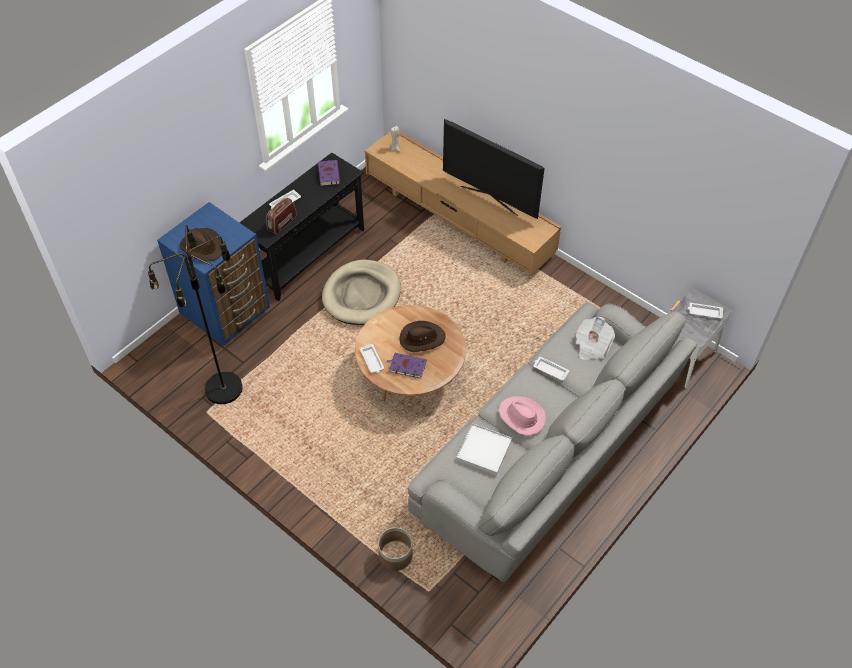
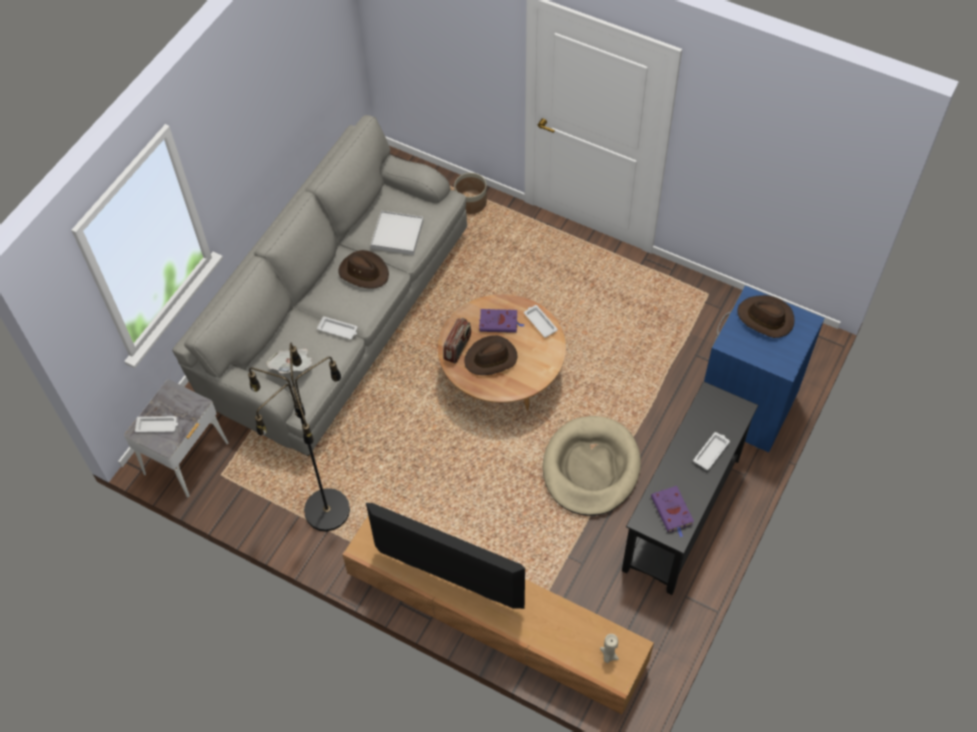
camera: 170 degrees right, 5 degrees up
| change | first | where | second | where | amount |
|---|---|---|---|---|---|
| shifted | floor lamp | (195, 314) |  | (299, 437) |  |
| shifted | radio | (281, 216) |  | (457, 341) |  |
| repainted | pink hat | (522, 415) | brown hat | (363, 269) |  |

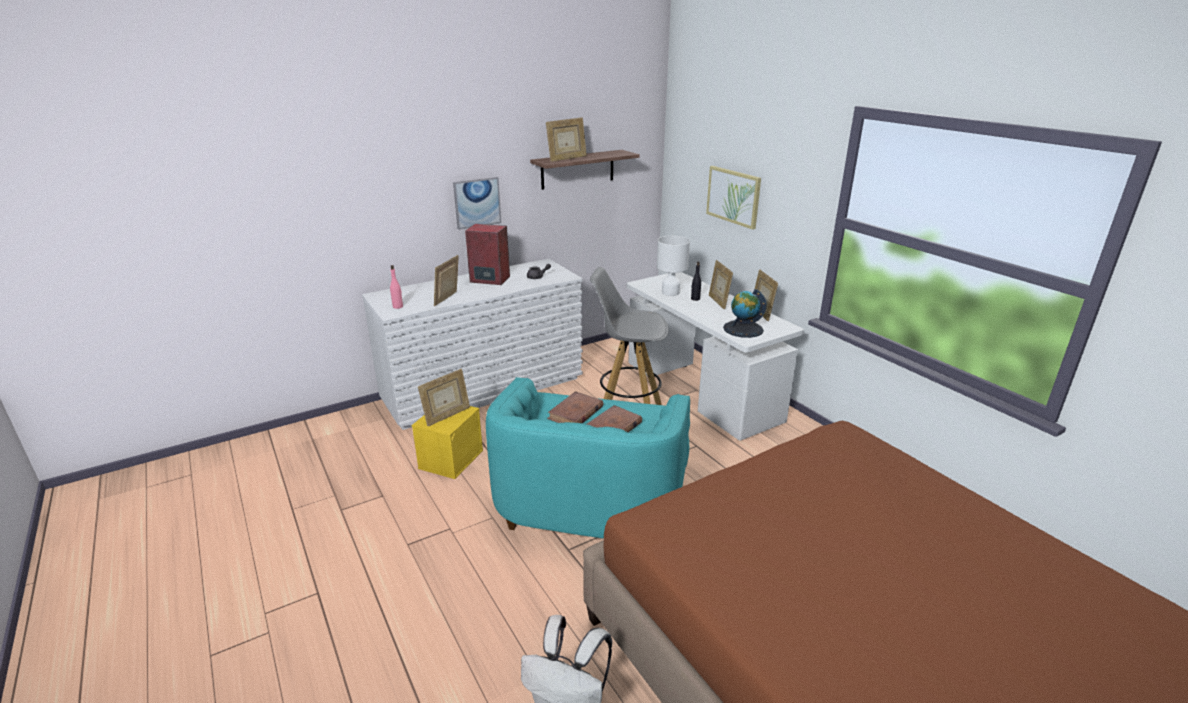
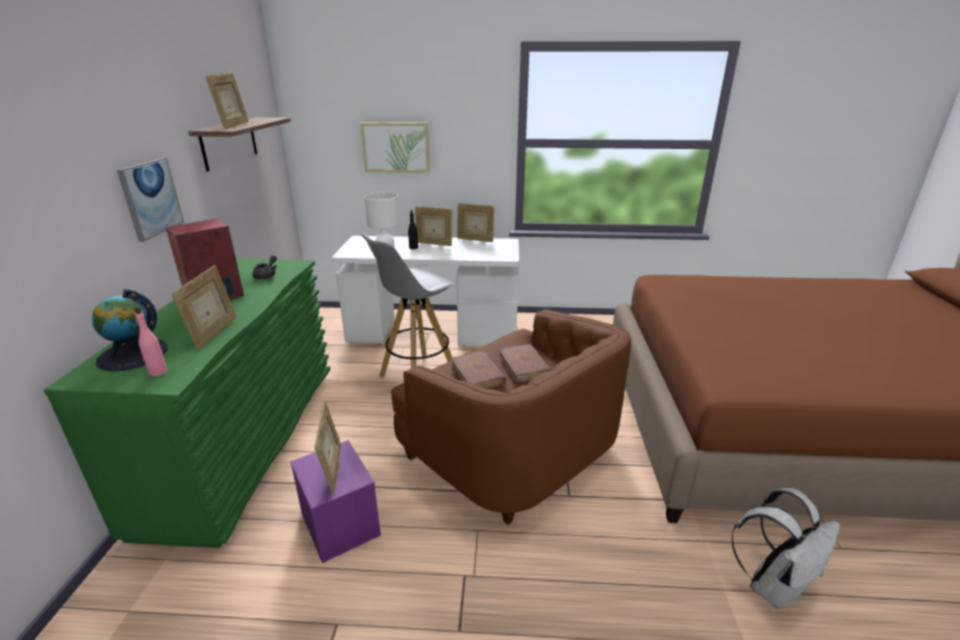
camera: 55 degrees left, 0 degrees up
| change | first | where | second | where | amount |
|---|---|---|---|---|---|
| repainted | white dresser | (472, 344) | green dresser | (187, 403) |  |
| repainted | yellow storage box | (447, 442) | purple storage box | (335, 501) |  |
| rotated | picture frame | (446, 280) |  | (204, 307) | 135 degrees counterclockwise |
| repainted | turquoise armchair | (588, 458) | brown armchair | (511, 417) |  |
| shifted | globe | (745, 313) |  | (130, 330) |  |

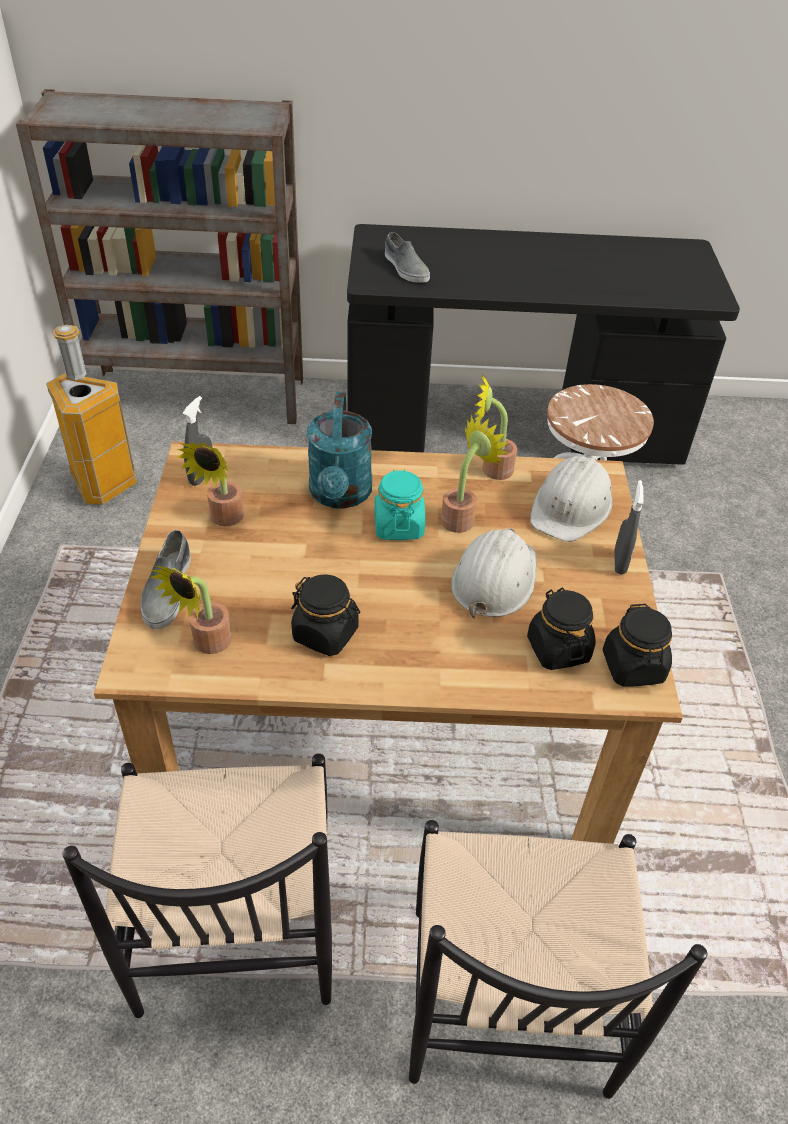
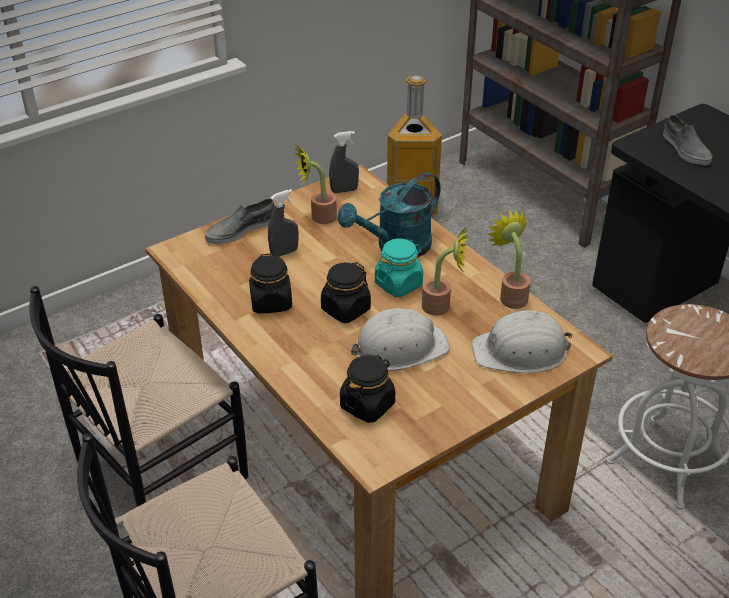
camera: 55 degrees right, 5 degrees down
| change | first | where | second | where | amount |
|---|---|---|---|---|---|
| gone | potted plant | (191, 610) |  |  |  |
| rotated | grey shoe | (407, 257) |  | (687, 140) | 45 degrees counterclockwise |
| shifted | black jar | (637, 645) |  | (346, 292) |  |
| shifted | grey spray bottle | (629, 527) |  | (283, 223) |  |

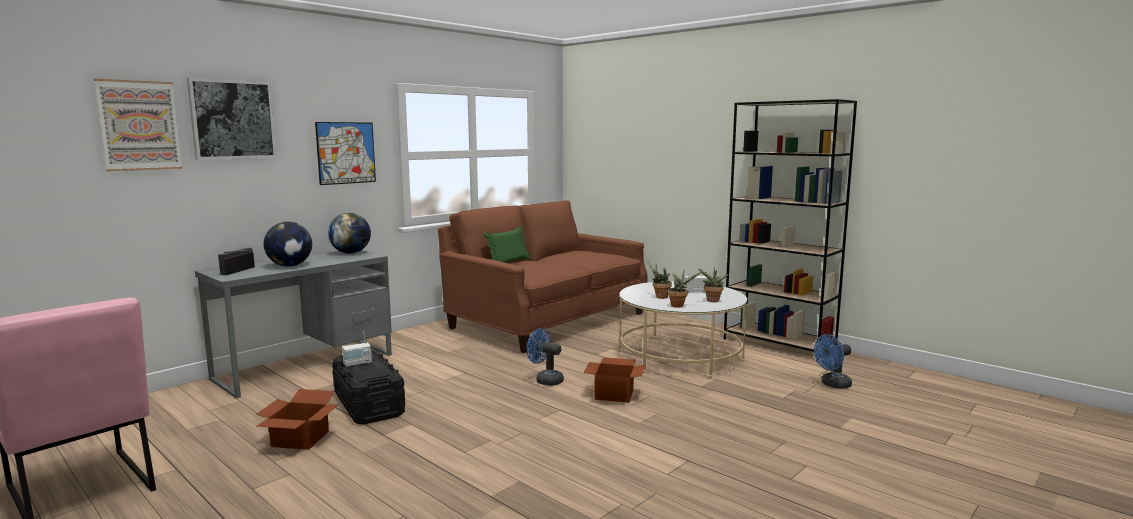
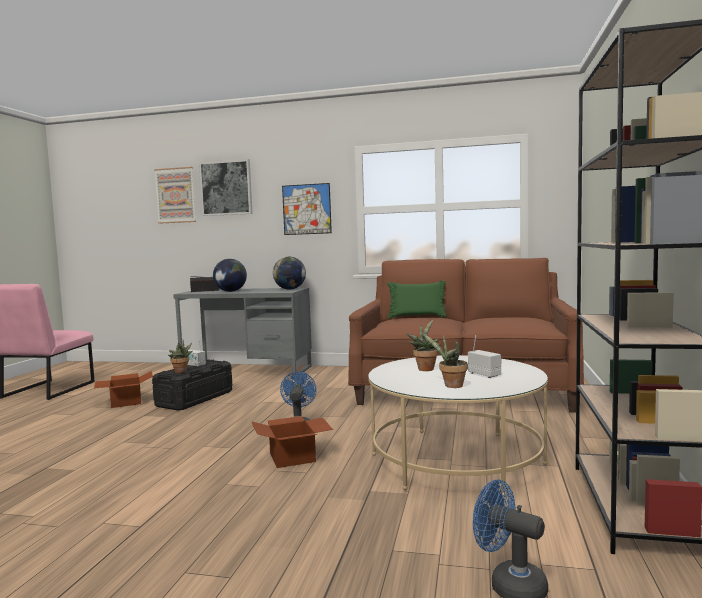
camera: 60 degrees right, 5 degrees down
| change | first | where | second | where | amount |
|---|---|---|---|---|---|
| shifted | potted plant | (685, 289) |  | (180, 356) |  |

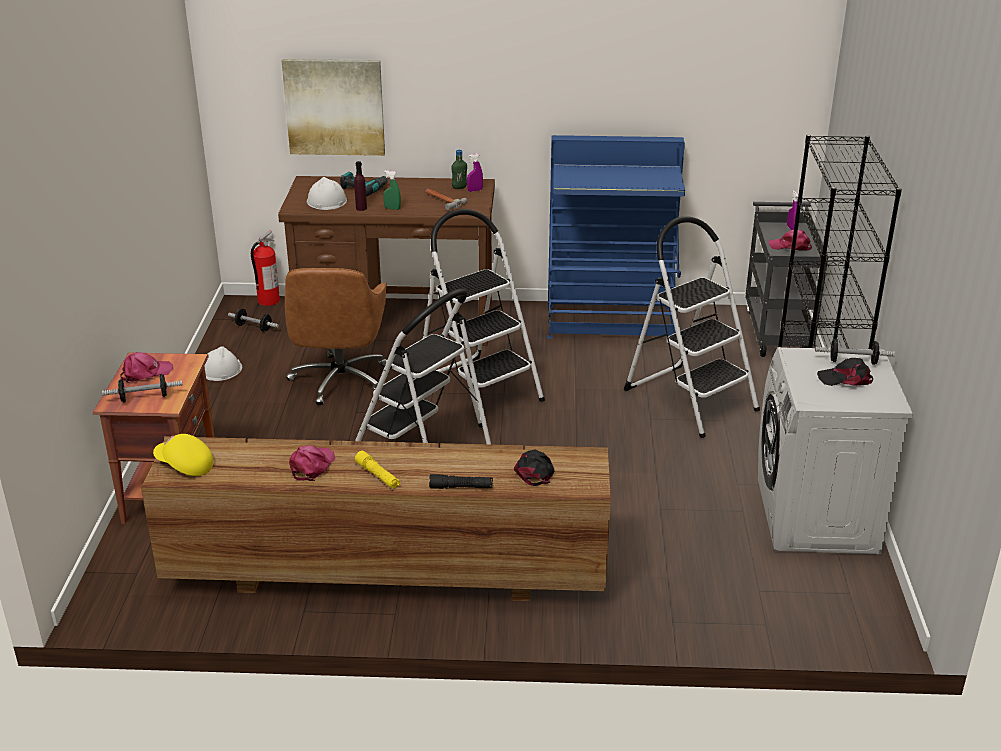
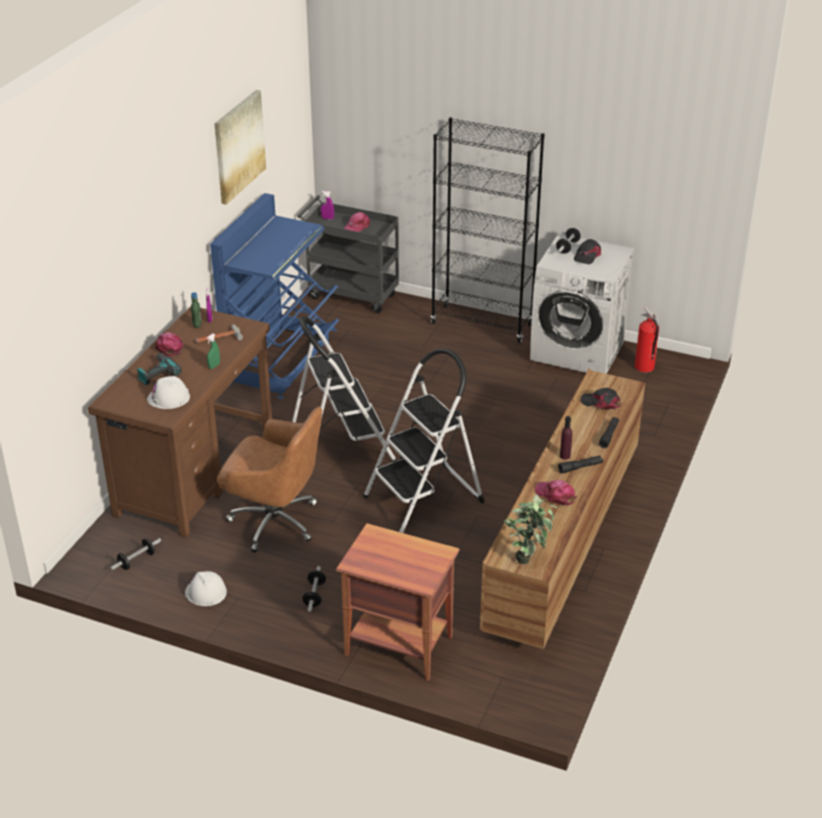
camera: 70 degrees left, 5 degrees up
| change | first | where | second | where | amount |
|---|---|---|---|---|---|
| shifted | dumbbell | (142, 388) |  | (314, 589) |  |
| shifted | pink cap | (147, 367) |  | (169, 344) |  |
| swapped | yellow cap | (183, 455) | potted plant | (531, 529) |  |
| shifted | fire extinguisher | (265, 268) |  | (647, 339) |  |
| shifted | picture | (333, 107) |  | (240, 147) |  |
| shifted | purple bottle | (360, 186) |  | (566, 438) |  |
| repainted | yellow flashlight | (377, 470) | black flashlight | (580, 464) |  |
| gone | step ladder | (692, 327) |  |  |  |

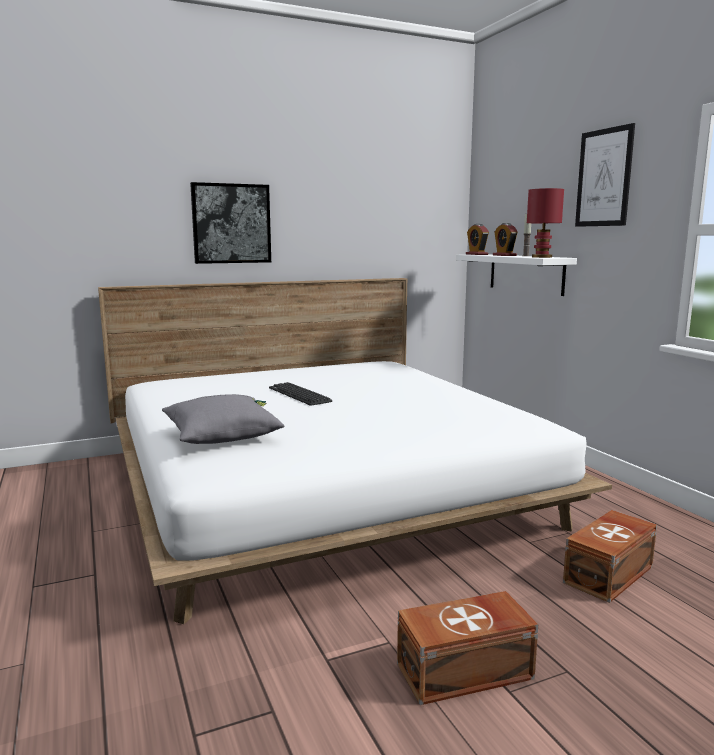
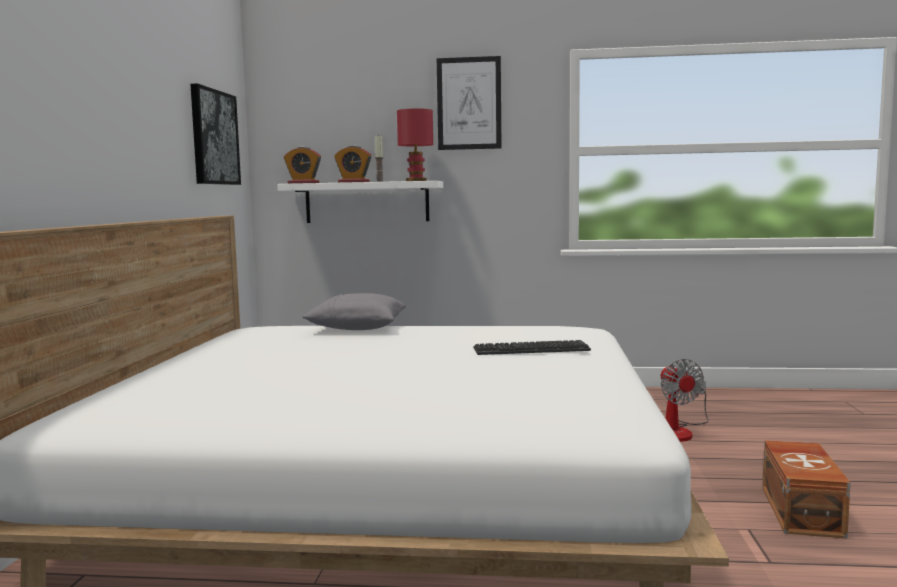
camera: 60 degrees left, 5 degrees down
| change | first | where | second | where | amount |
|---|---|---|---|---|---|
| shifted | grey pillow | (223, 419) |  | (354, 311) |  |
| shifted | picture | (230, 223) |  | (215, 134) |  |
| shifted | keyboard | (300, 394) |  | (532, 347) |  |
| swapped | brown storage box | (610, 556) | fan | (685, 400) |  |

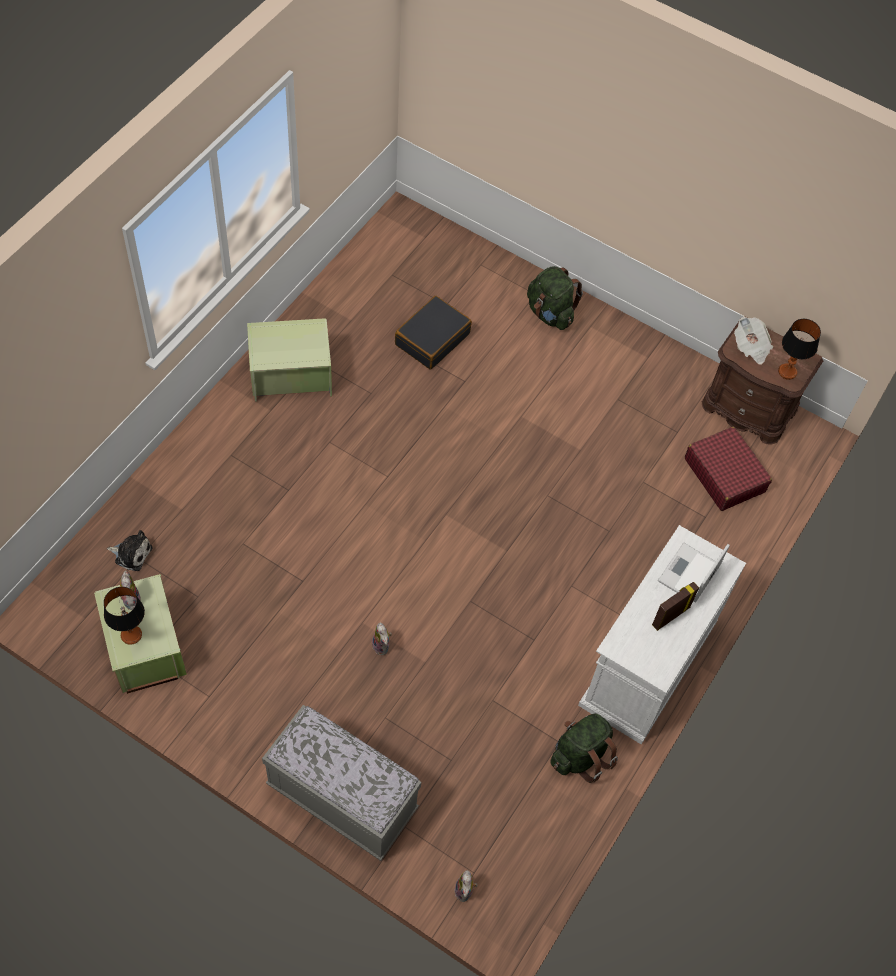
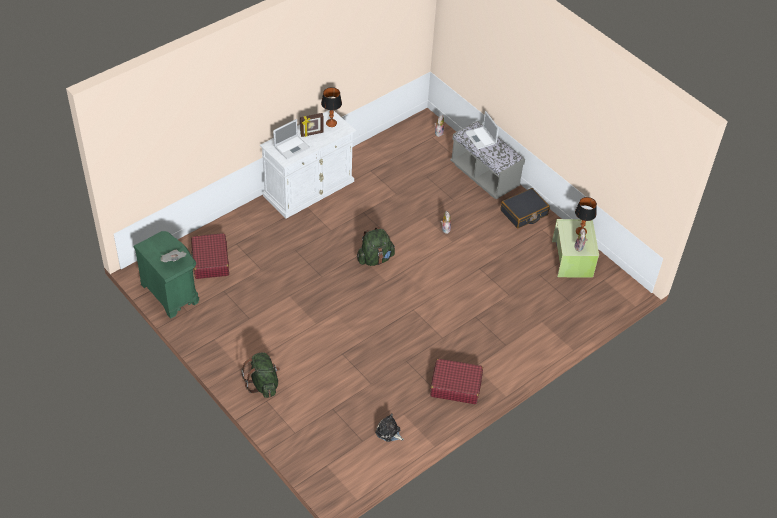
camera: 160 degrees left, 10 degrees down
| change | first | where | second | where | amount |
|---|---|---|---|---|---|
| shifted | plush toy | (129, 550) |  | (389, 428) |  |
| swapped | green storage box | (289, 360) | red suitcase | (456, 381) |  |
| shifted | black suitcase | (433, 333) |  | (525, 208) |  |
| shifted | green backpack | (584, 748) |  | (376, 246) |  |
| repainted | brown nightstand | (762, 380) | green nightstand | (166, 275) |  |
| shifted | table lamp | (799, 349) |  | (331, 107) |  |
| new |  |  | laptop | (482, 130) |  |

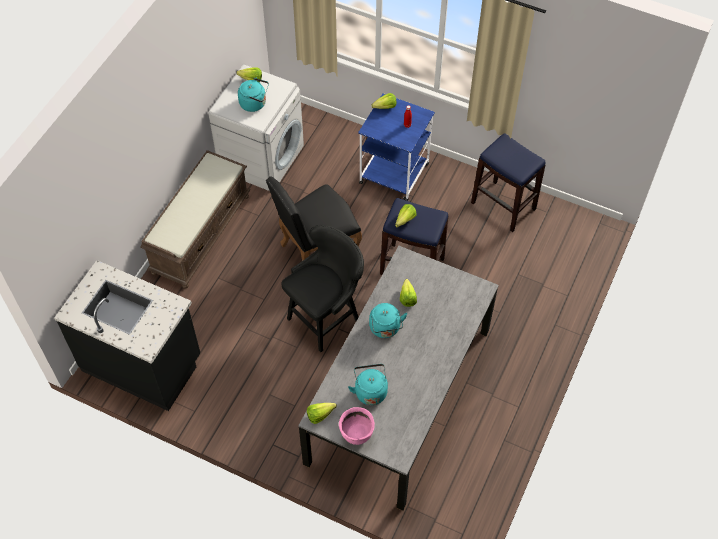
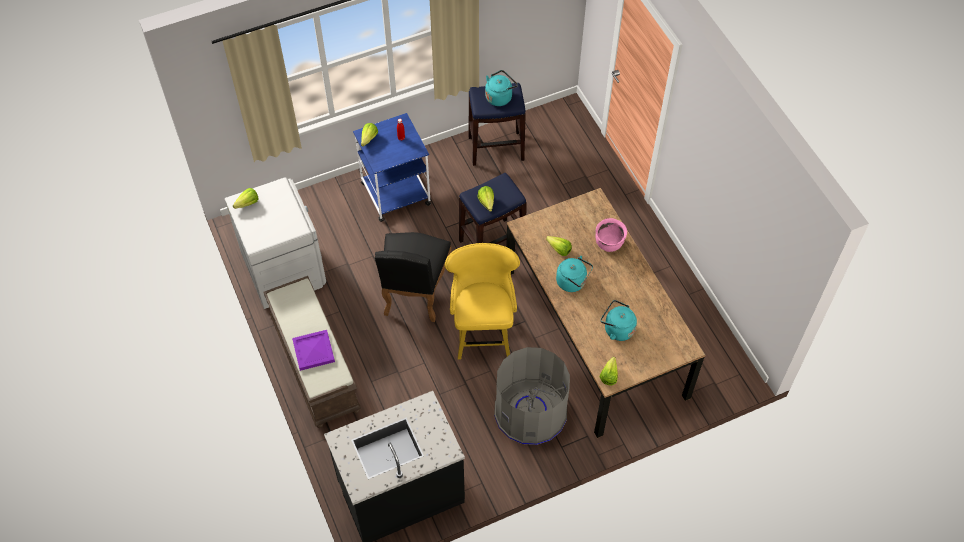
camera: 50 degrees left, 0 degrees up
| change | first | where | second | where | amount |
|---|---|---|---|---|---|
| shifted | turquoise kettle | (253, 95) |  | (501, 88) |  |
| repainted | black stool | (322, 288) | yellow stool | (482, 301) |  |
| repainted | grey dining table | (398, 378) | brown dining table | (605, 313) |  |
| shifted | pink cooking pot | (357, 426) |  | (611, 235) |  |
| new |  |  | purple tray | (313, 350) |  |
| new |  |  | grey trash can | (532, 396) |  |

